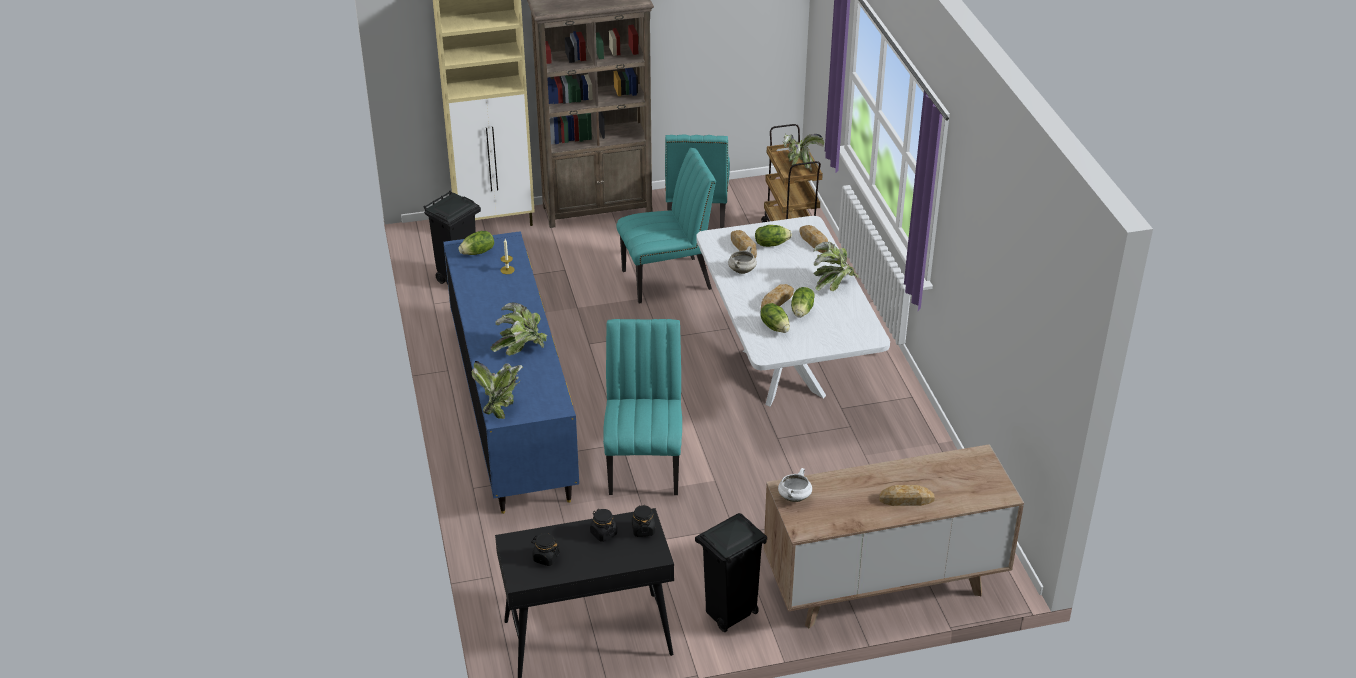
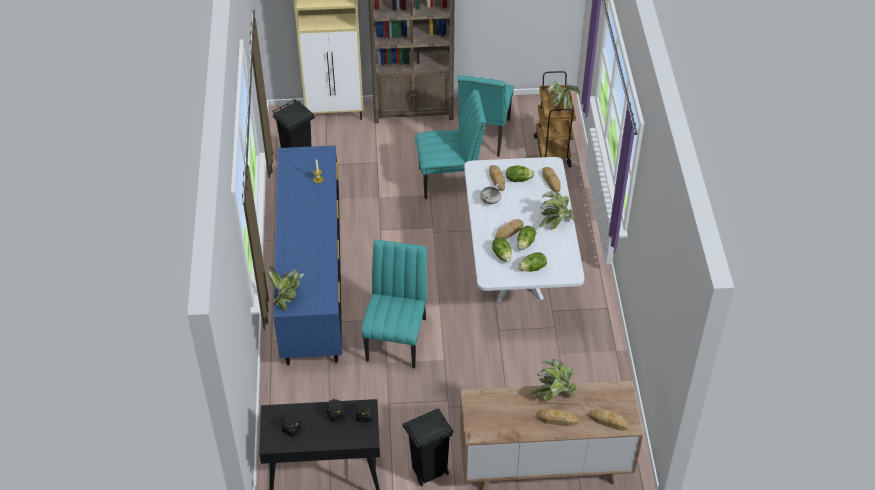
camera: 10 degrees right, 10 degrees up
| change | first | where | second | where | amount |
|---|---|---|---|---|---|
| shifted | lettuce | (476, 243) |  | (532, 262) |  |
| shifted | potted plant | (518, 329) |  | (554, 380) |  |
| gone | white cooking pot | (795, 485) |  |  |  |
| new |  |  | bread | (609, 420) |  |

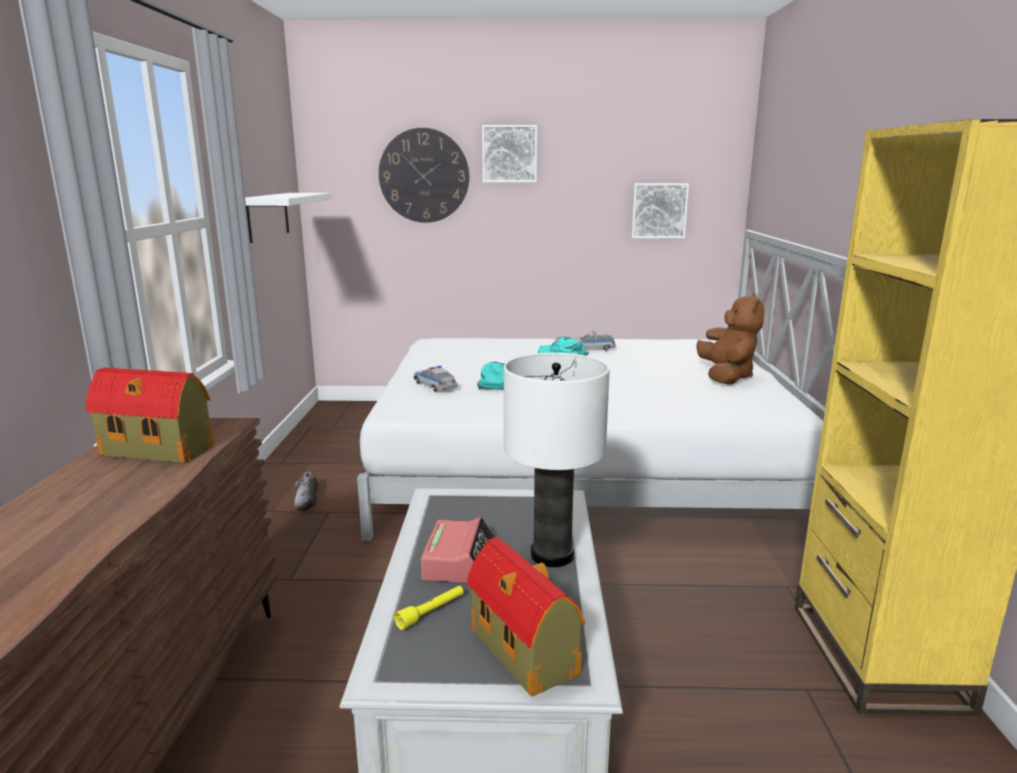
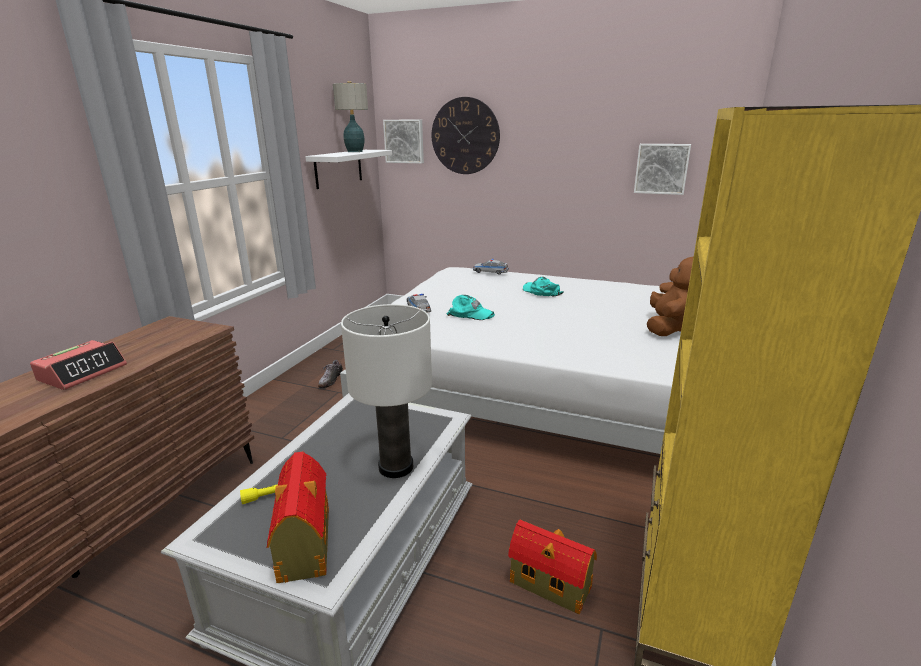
camera: 20 degrees right, 5 degrees up
| change | first | where | second | where | amount |
|---|---|---|---|---|---|
| shifted | toy house | (150, 415) |  | (552, 566) |  |
| shifted | alarm clock | (458, 550) |  | (78, 365) |  |
| shifted | picture | (509, 153) |  | (403, 141) |  |
| shifted | toy car | (595, 340) |  | (491, 267) |  |
| new |  |  | table lamp | (350, 116) |  |

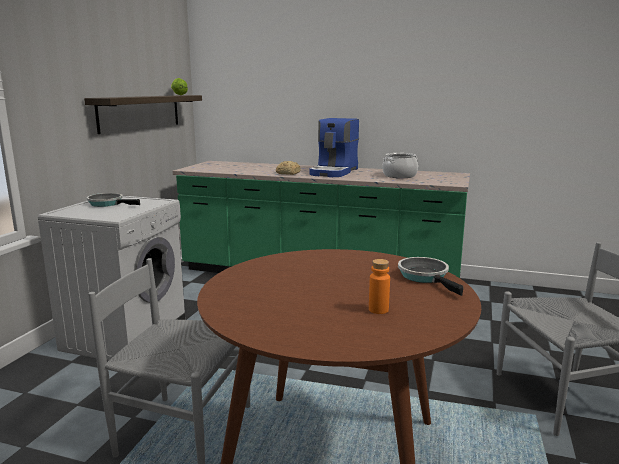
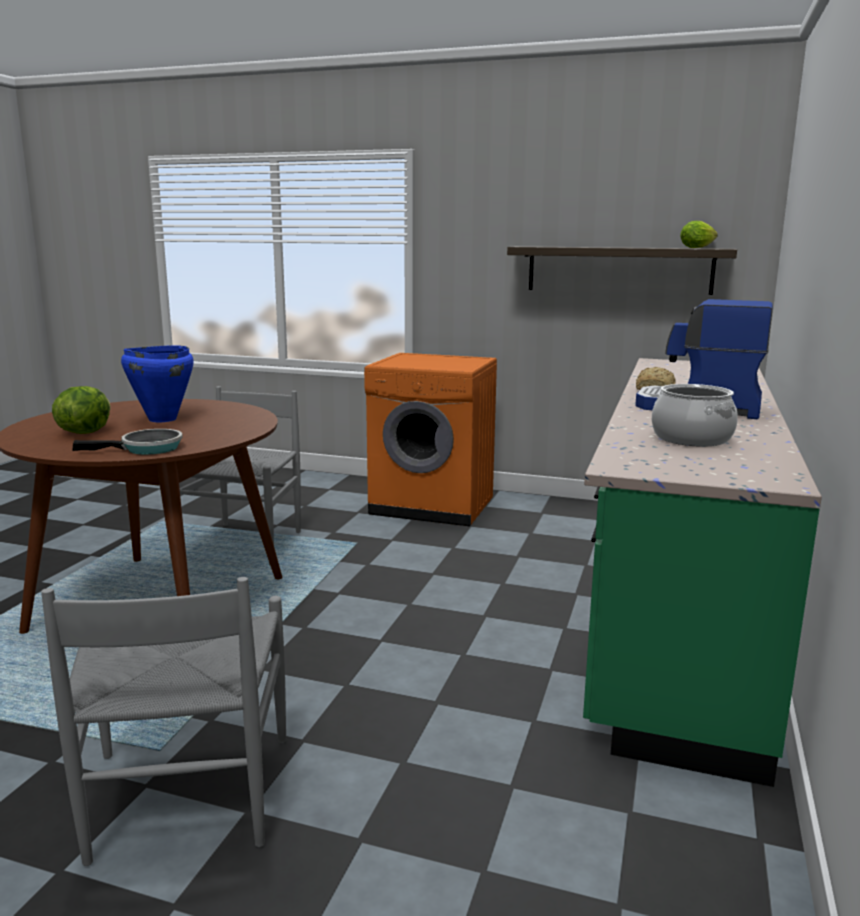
camera: 90 degrees right, 0 degrees up
| change | first | where | second | where | amount |
|---|---|---|---|---|---|
| repainted | white washing machine | (111, 278) | orange washing machine | (430, 439) |  |
| gone | frying pan | (113, 200) |  |  |  |
| swapped | orange bottle | (379, 286) | lettuce | (81, 410) |  |
| new |  |  | blue cooking pot | (157, 383) |  |

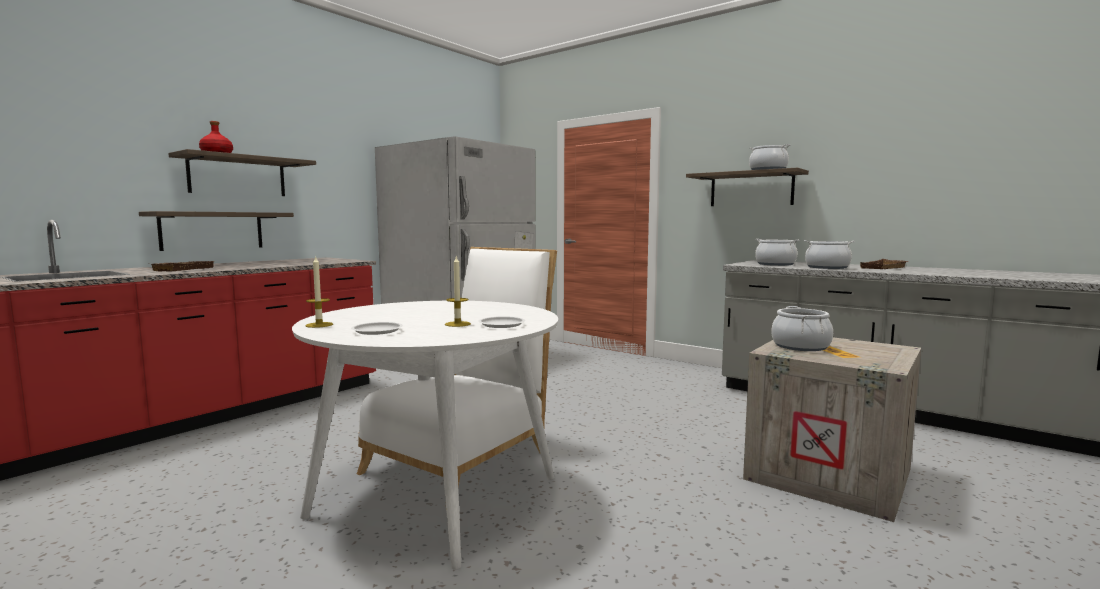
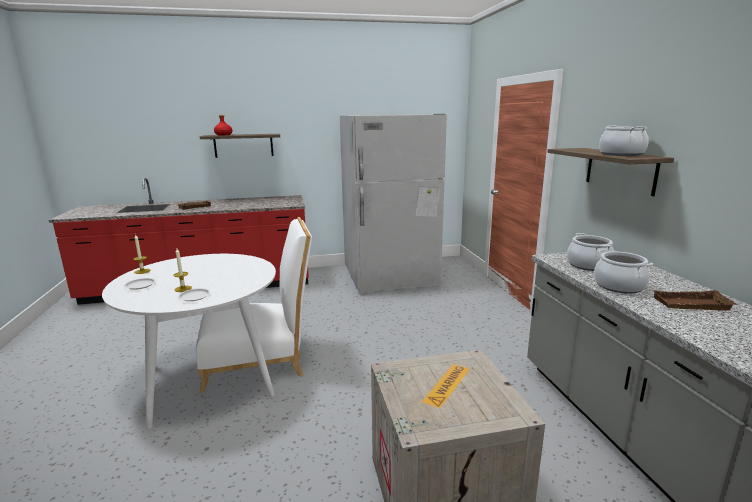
camera: 40 degrees right, 10 degrees up
| change | first | where | second | where | amount |
|---|---|---|---|---|---|
| gone | shelf | (216, 231) |  |  |  |
| gone | cooking pot | (802, 328) |  |  |  |

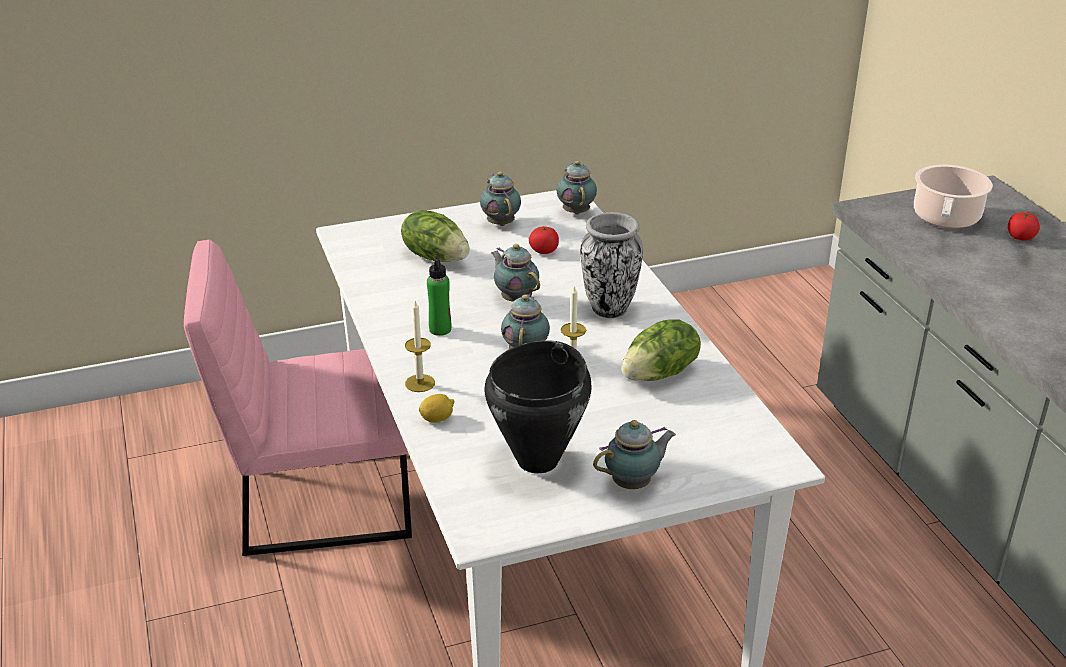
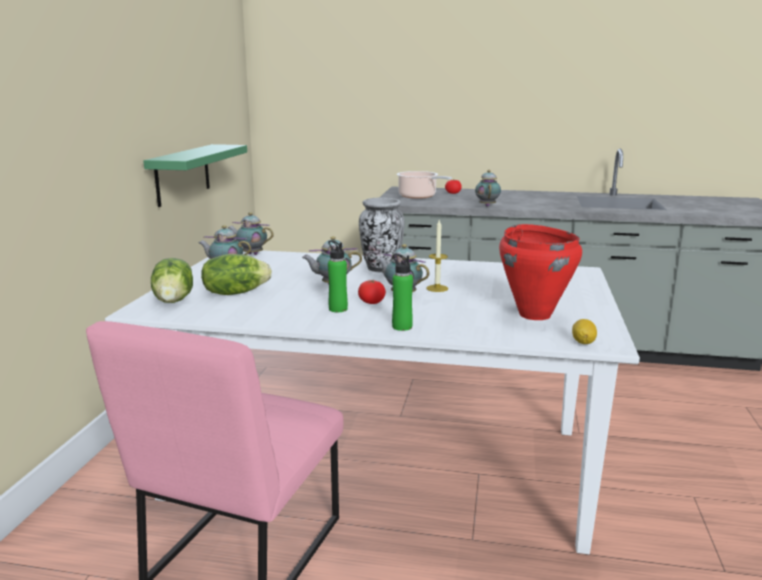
camera: 60 degrees left, 15 degrees down
| change | first | where | second | where | amount |
|---|---|---|---|---|---|
| swapped | candle | (420, 346) | green bottle | (402, 292) |  |
| shifted | lemon | (436, 408) |  | (584, 331) |  |
| repainted | black cooking pot | (538, 406) | red cooking pot | (540, 272) |  |
| shifted | tomato | (544, 240) |  | (372, 292) |  |
| shifted | teapot | (634, 454) |  | (488, 188) |  |
| shifted | lettuce | (661, 350) |  | (172, 280) |  |
| new |  |  | green shelf | (195, 175) |  |

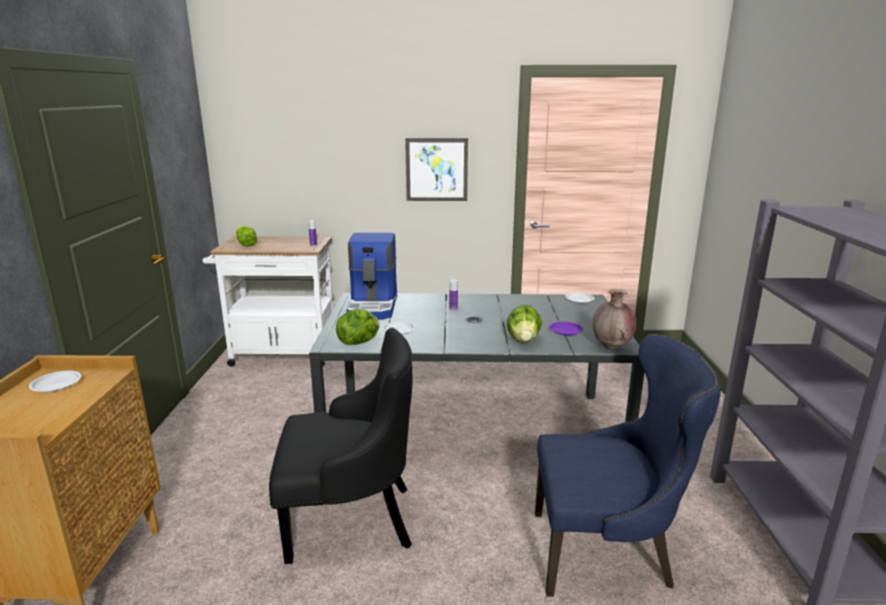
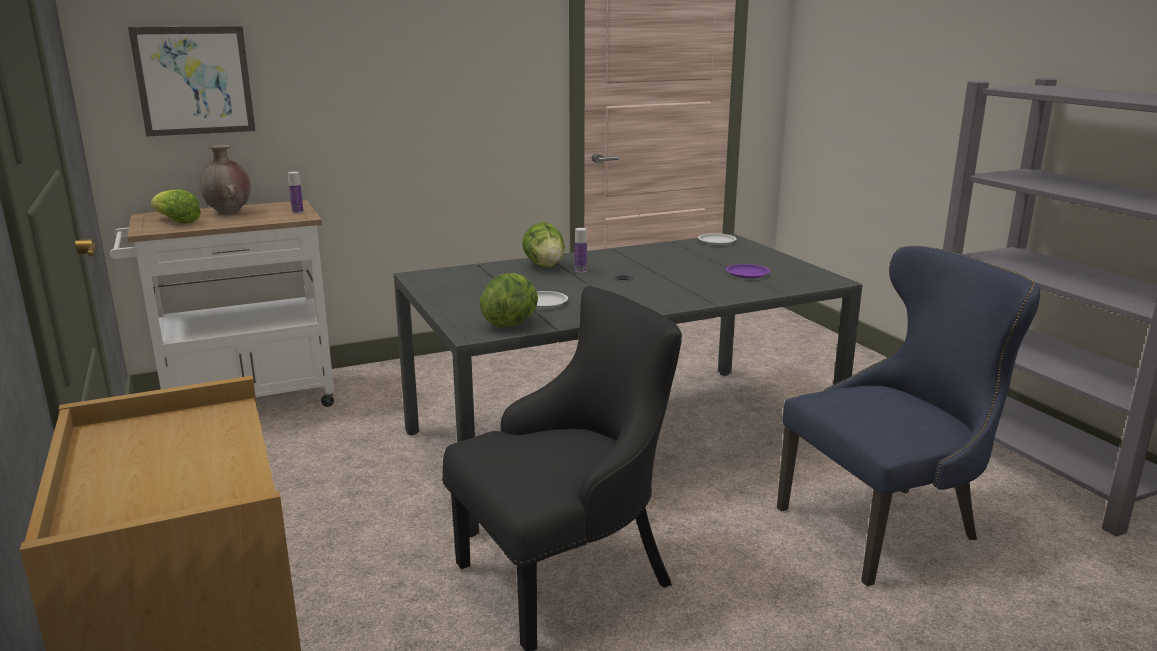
camera: 25 degrees left, 0 degrees up
| change | first | where | second | where | amount |
|---|---|---|---|---|---|
| gone | white plate | (55, 381) |  |  |  |
| gone | coffee machine | (371, 276) |  |  |  |
| shifted | picture | (436, 169) |  | (192, 81) |  |
| shifted | lettuce | (524, 324) |  | (543, 245) |  |
| shifted | brown vase | (614, 319) |  | (225, 180) |  |

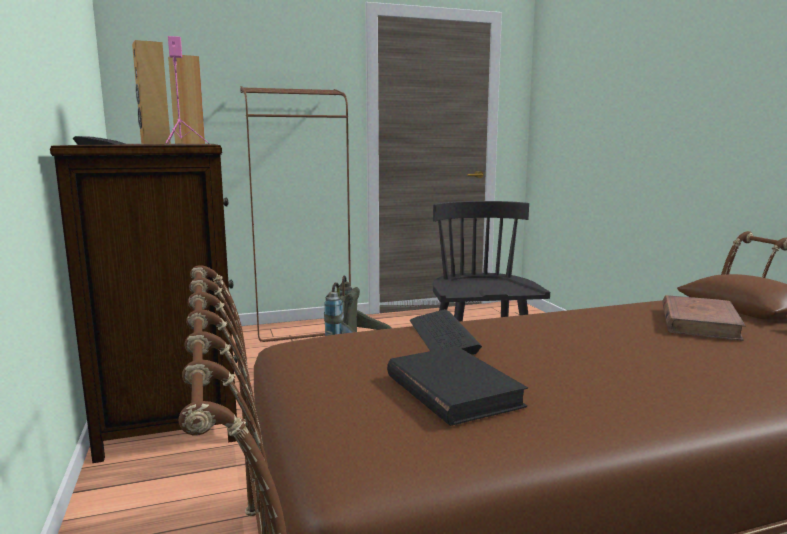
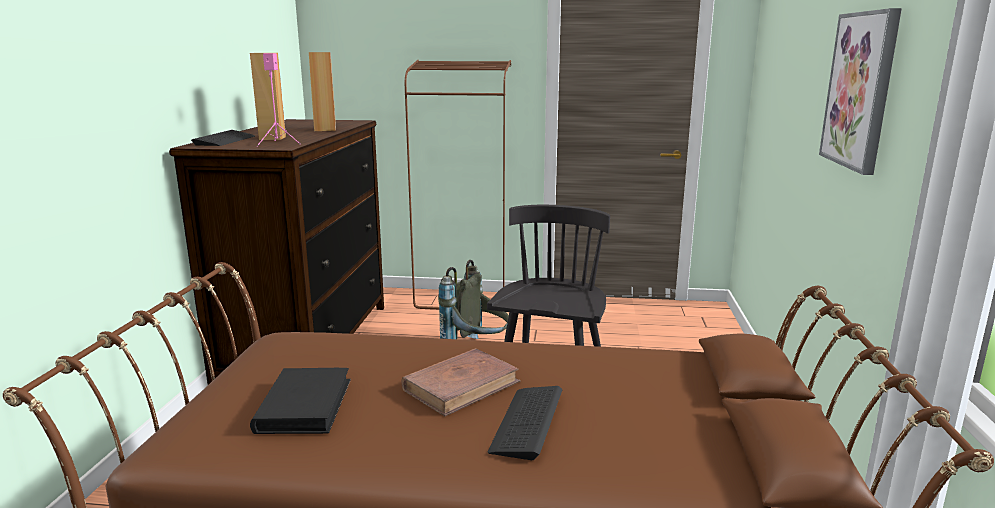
camera: 25 degrees right, 5 degrees up
| change | first | where | second | where | amount |
|---|---|---|---|---|---|
| shifted | keyboard | (446, 332) |  | (525, 423) |  |
| shifted | brown book | (704, 318) |  | (461, 382) |  |
| new |  |  | picture | (860, 91) |  |

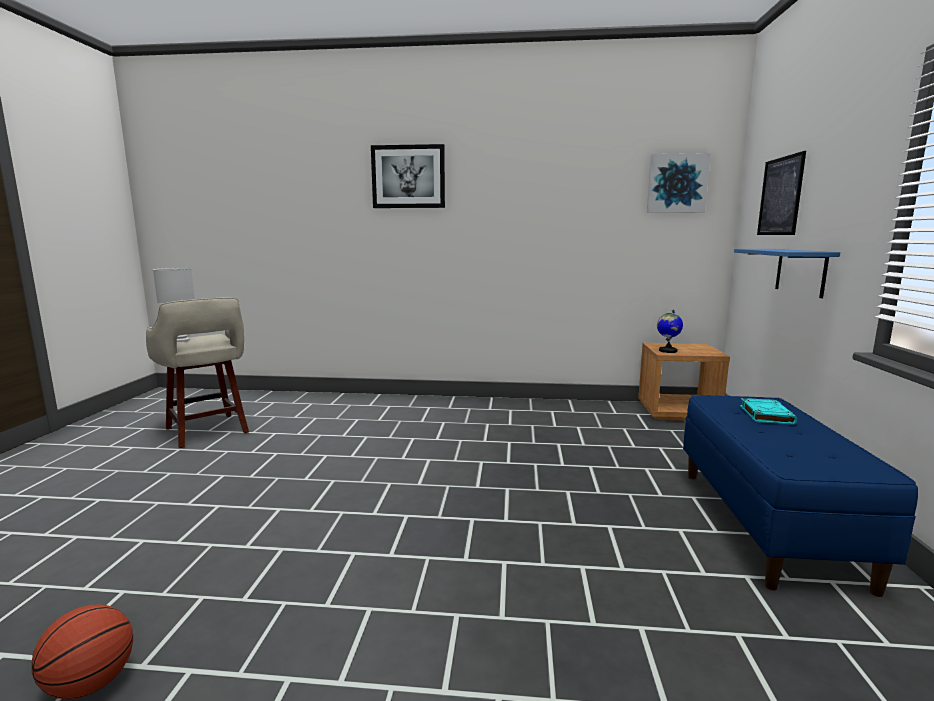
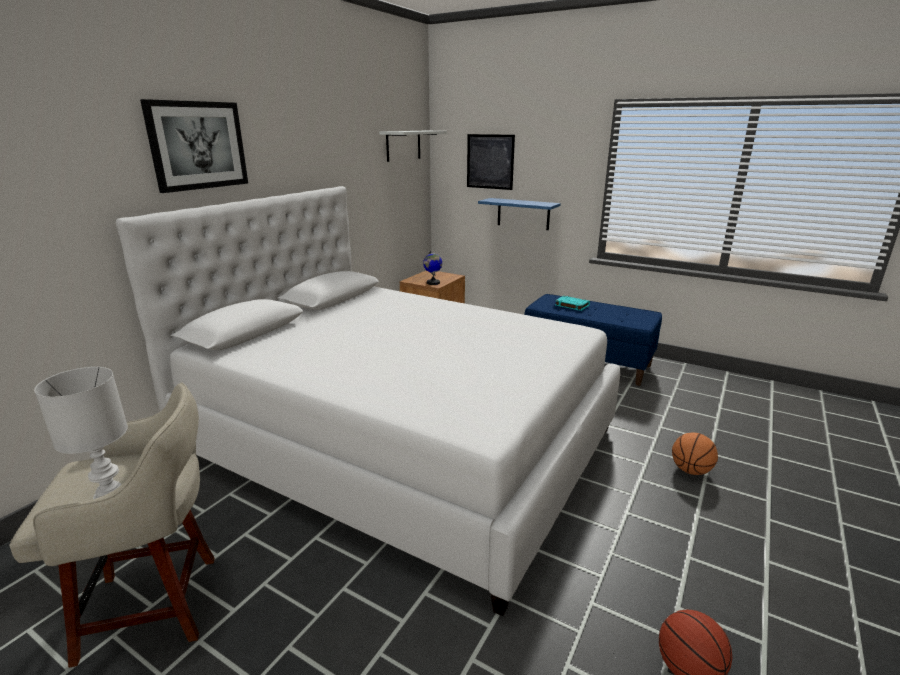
camera: 65 degrees left, 10 degrees up
| change | first | where | second | where | amount |
|---|---|---|---|---|---|
| swapped | picture | (679, 183) | white shelf | (413, 146) |  |
| new |  |  | white bed | (368, 401) |  |
| new |  |  | basketball | (695, 454) |  |

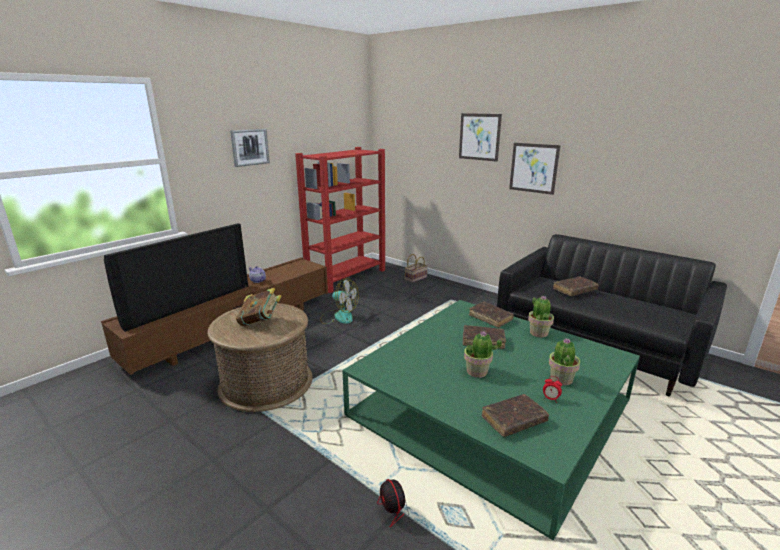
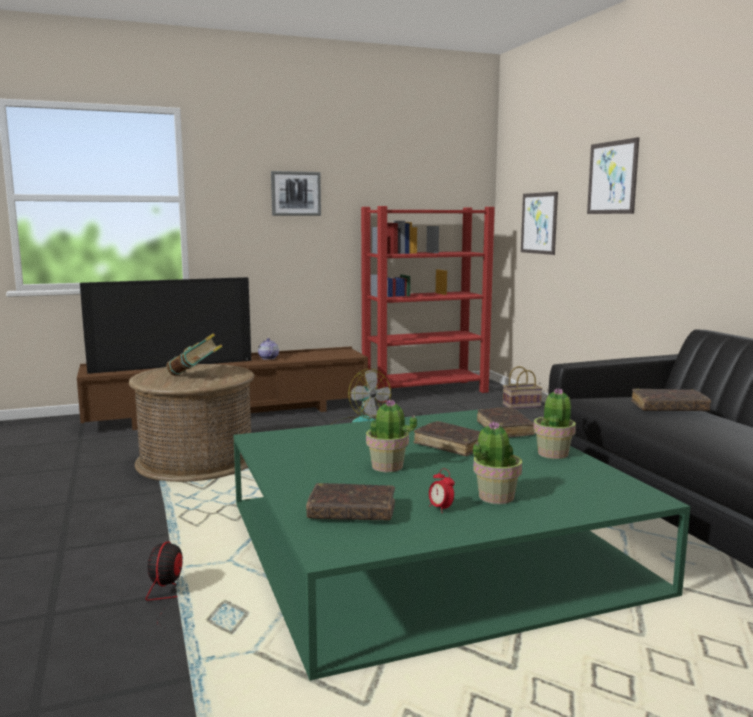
camera: 30 degrees right, 10 degrees down
| change | first | where | second | where | amount |
|---|---|---|---|---|---|
| shifted | picture | (535, 169) |  | (539, 223) |  |

